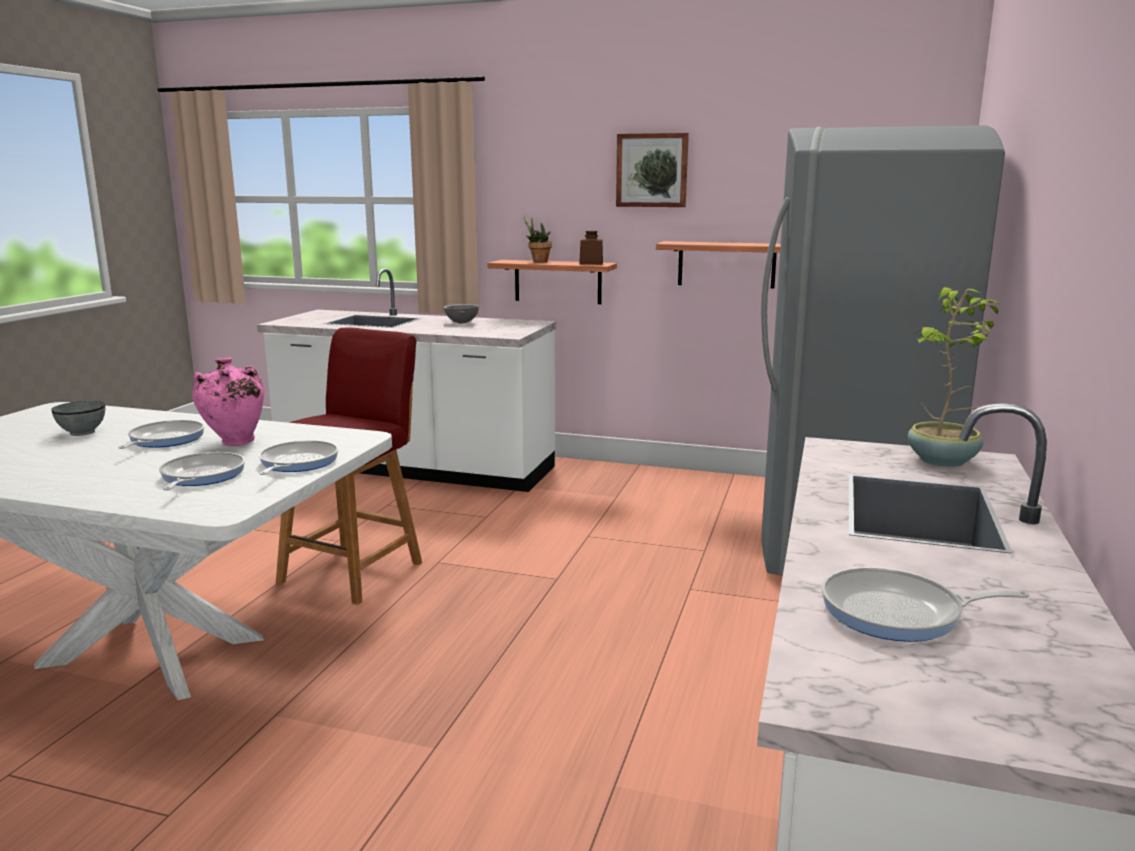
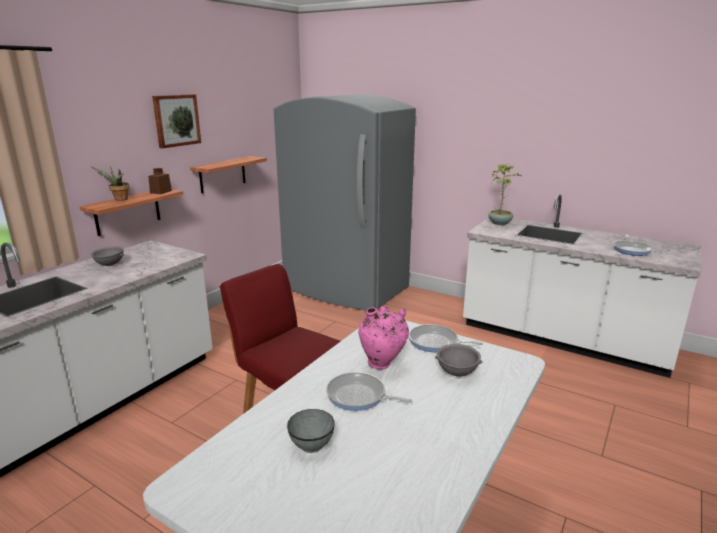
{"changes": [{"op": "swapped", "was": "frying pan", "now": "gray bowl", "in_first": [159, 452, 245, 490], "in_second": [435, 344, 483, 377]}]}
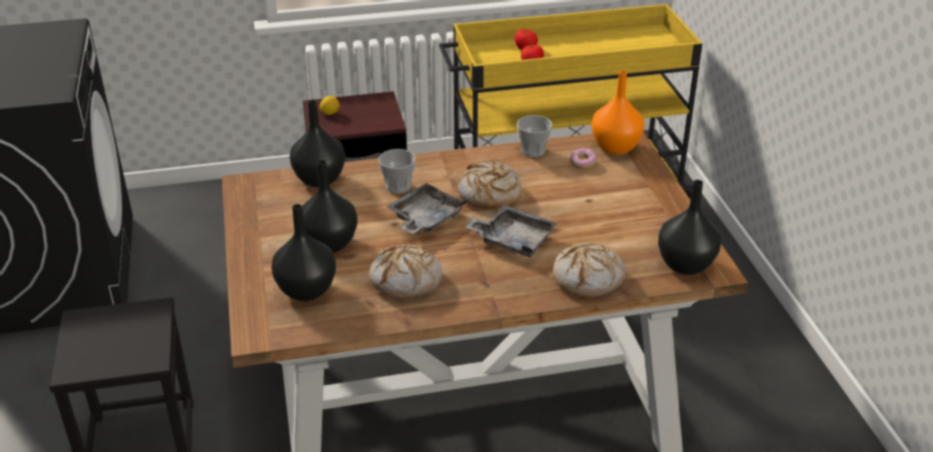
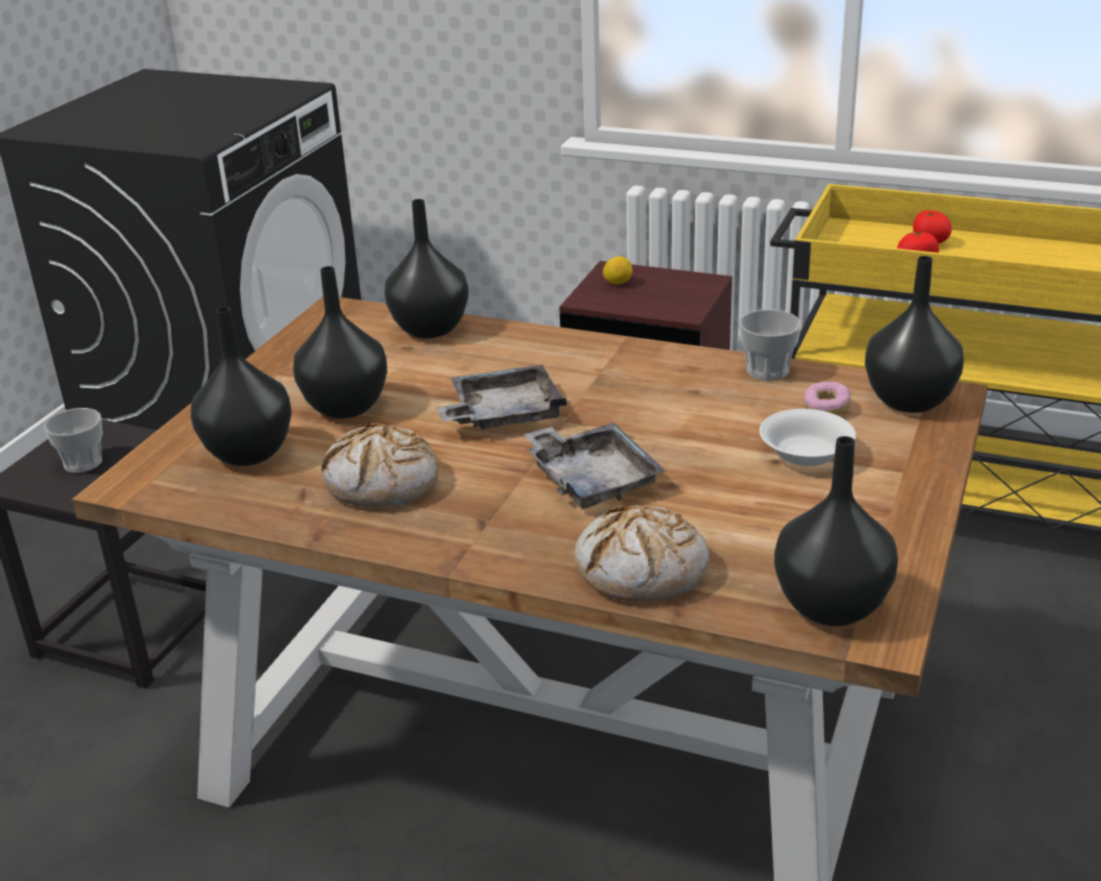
{"changes": [{"op": "shifted", "was": "small cup", "in_first": [378, 149, 416, 193], "in_second": [44, 408, 103, 473]}, {"op": "gone", "was": "bread", "in_first": [458, 160, 522, 209]}, {"op": "repainted", "was": "orange-coloured decorative vase", "now": "black-coloured decorative vase", "in_first": [591, 70, 644, 155], "in_second": [865, 256, 964, 413]}, {"op": "new", "now": "white-coloured bowl", "in_second": [759, 409, 856, 466]}]}
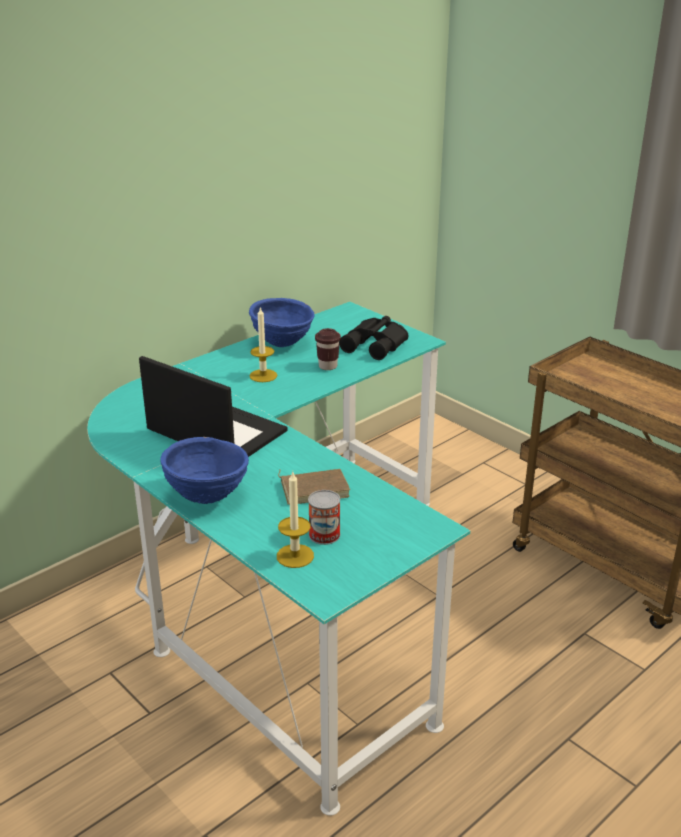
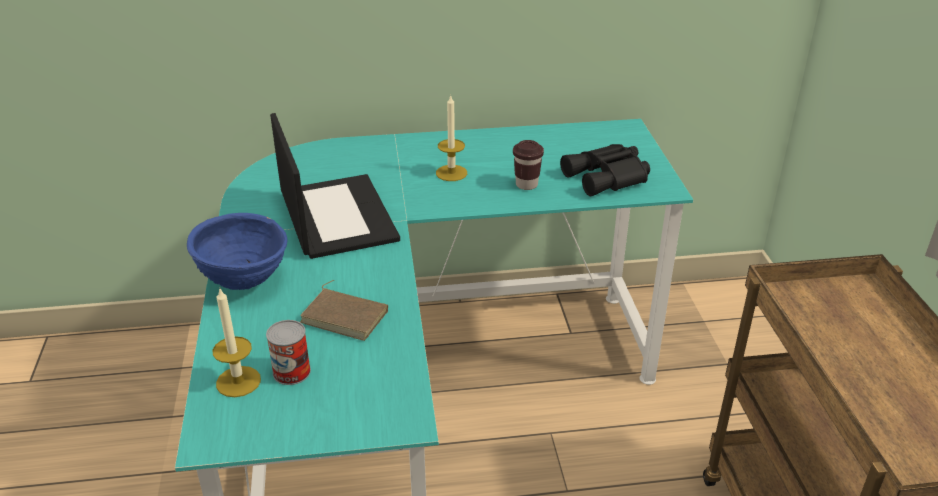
{"changes": [{"op": "gone", "was": "bluish bowl", "in_first": [249, 298, 314, 347]}]}
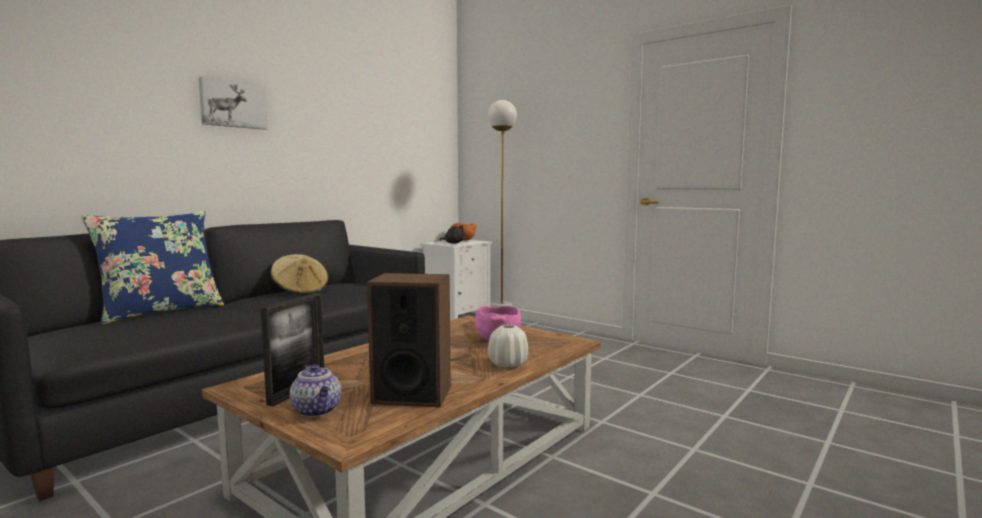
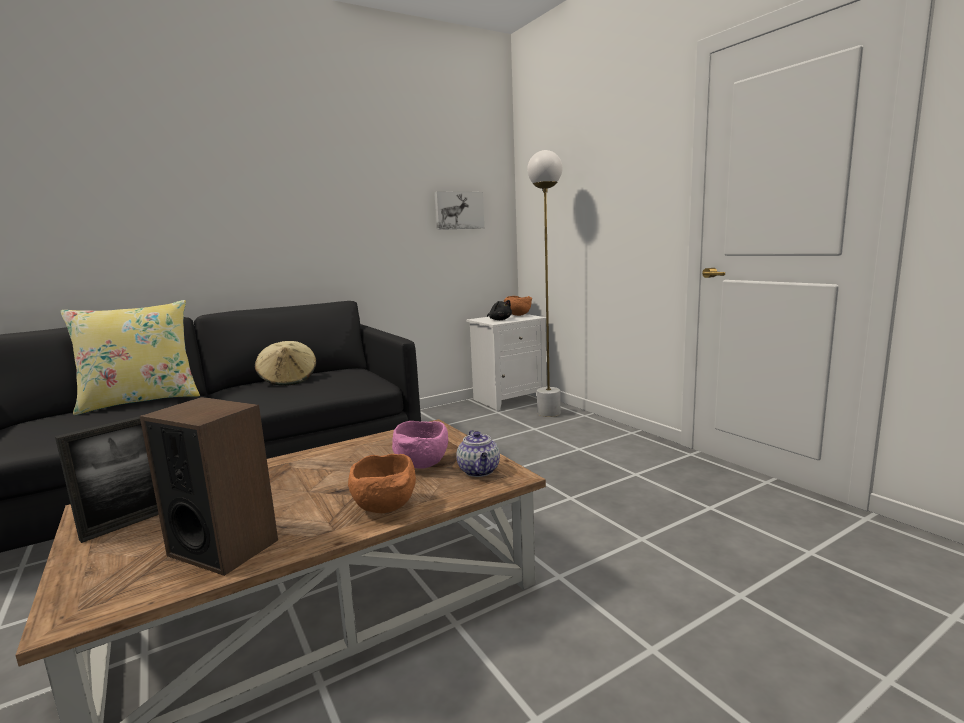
{"changes": [{"op": "repainted", "was": "bluish throw pillow", "now": "yellow-coloured throw pillow", "in_first": [81, 211, 225, 325], "in_second": [61, 300, 200, 415]}, {"op": "shifted", "was": "picture", "in_first": [199, 77, 268, 130], "in_second": [434, 191, 484, 230]}, {"op": "shifted", "was": "tea pot", "in_first": [290, 364, 341, 417], "in_second": [457, 430, 500, 477]}, {"op": "swapped", "was": "white-coloured decorative vase", "now": "orange-coloured bowl", "in_first": [488, 325, 528, 368], "in_second": [348, 454, 416, 513]}]}
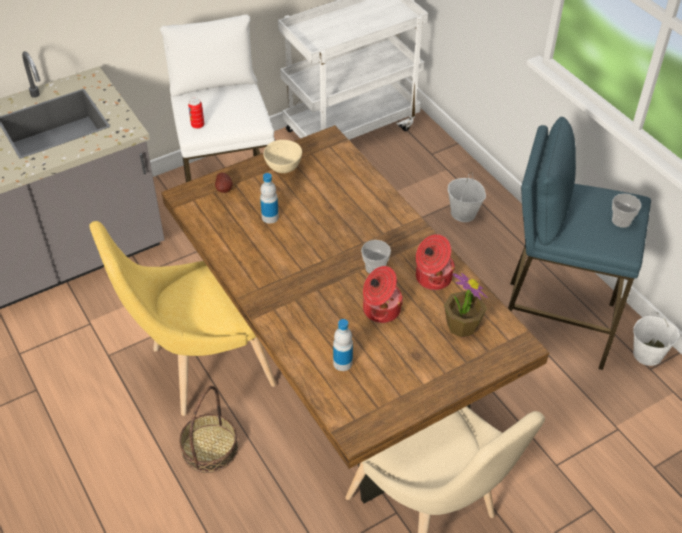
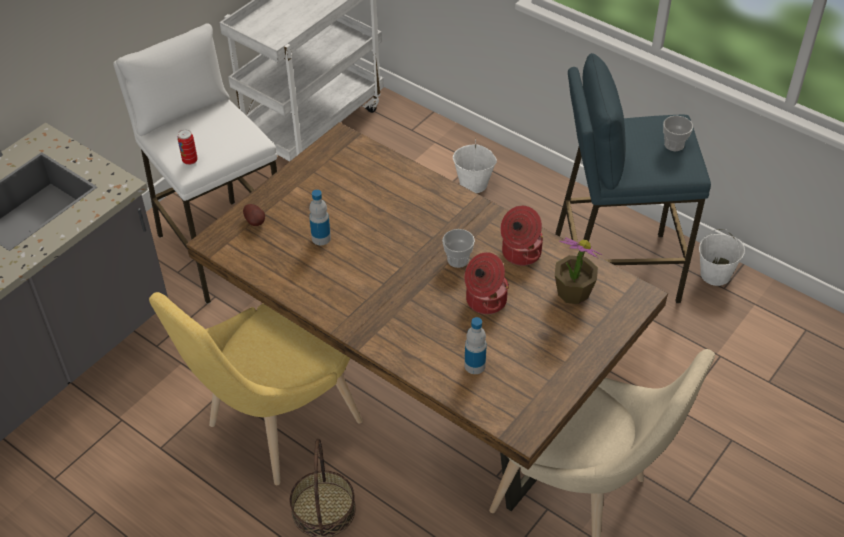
{"changes": [{"op": "gone", "was": "beige bowl", "in_first": [263, 140, 302, 173]}]}
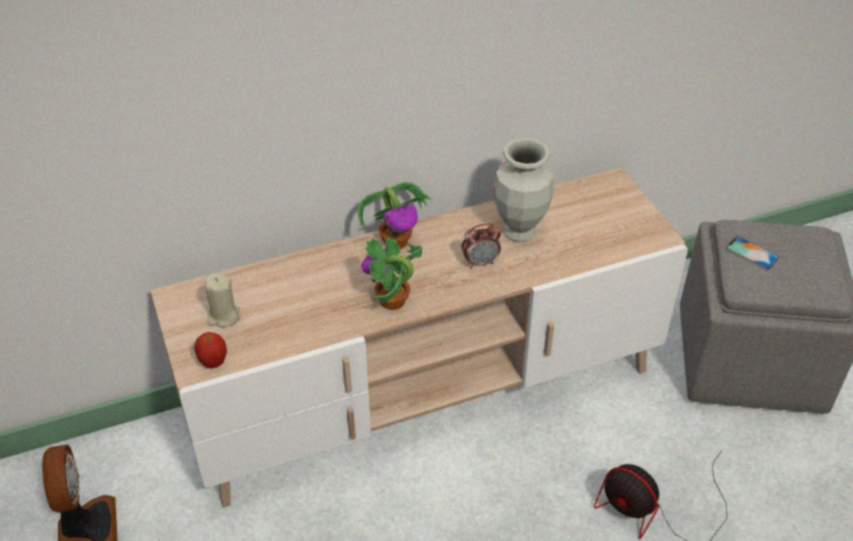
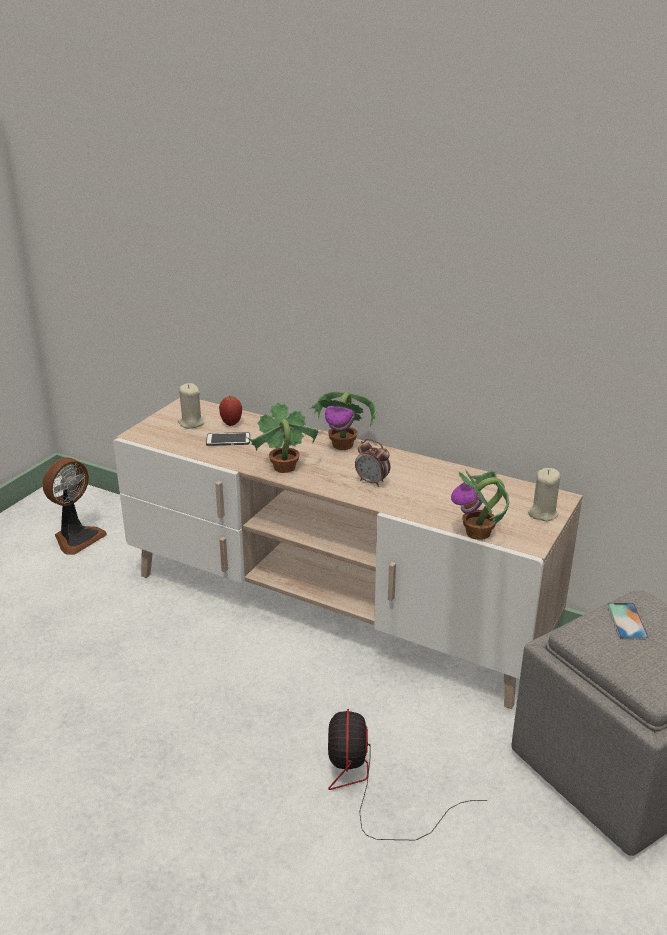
{"changes": [{"op": "shifted", "was": "apple", "in_first": [194, 332, 227, 368], "in_second": [219, 397, 242, 426]}, {"op": "gone", "was": "decorative vase", "in_first": [493, 138, 554, 242]}, {"op": "new", "now": "telephone", "in_second": [206, 432, 250, 446]}, {"op": "new", "now": "potted plant", "in_second": [451, 469, 509, 540]}, {"op": "new", "now": "beige candle", "in_second": [528, 468, 561, 521]}]}
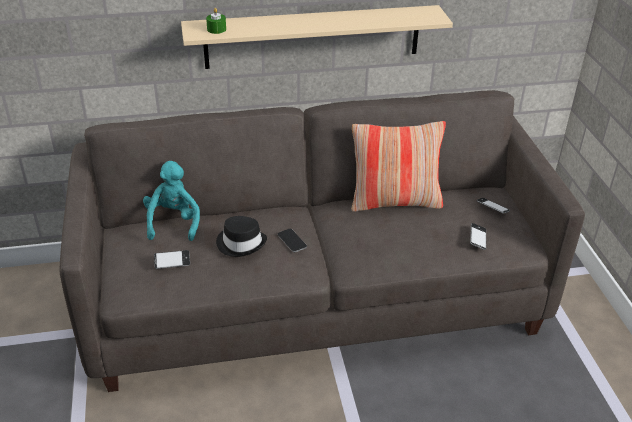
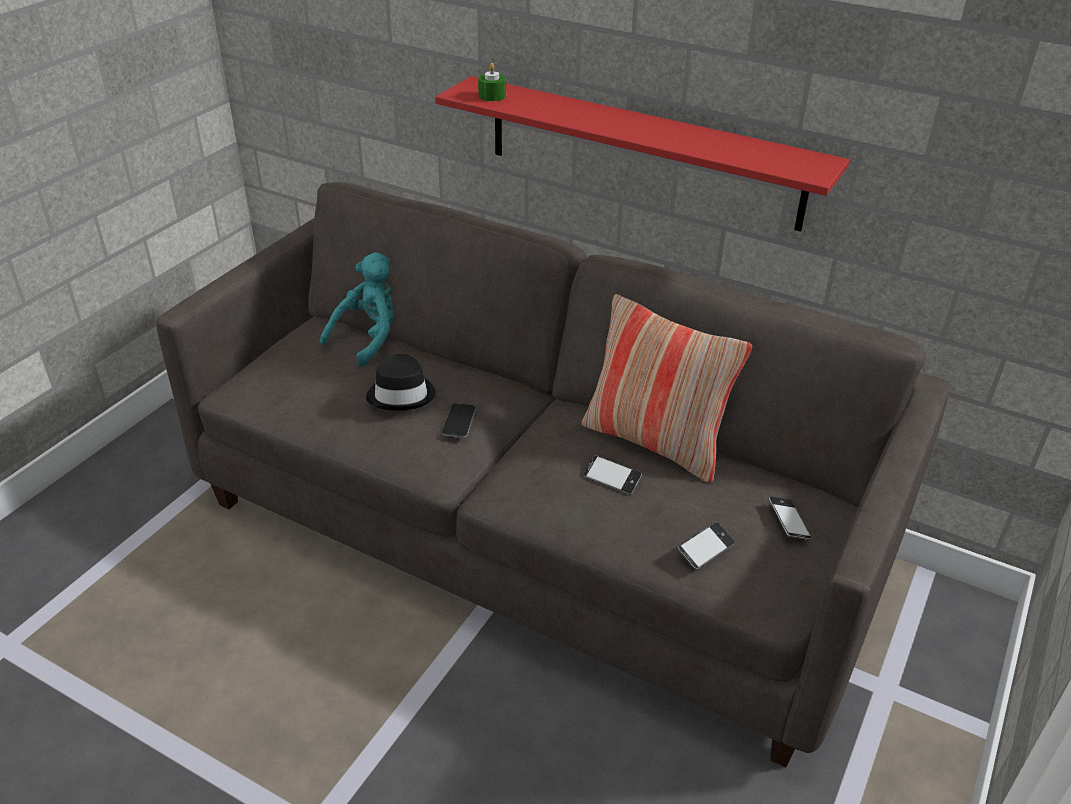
{"changes": [{"op": "shifted", "was": "telephone", "in_first": [154, 250, 190, 269], "in_second": [584, 455, 642, 495]}, {"op": "repainted", "was": "beige bracket shelf", "now": "red bracket shelf", "in_first": [181, 5, 453, 69], "in_second": [435, 76, 850, 232]}]}
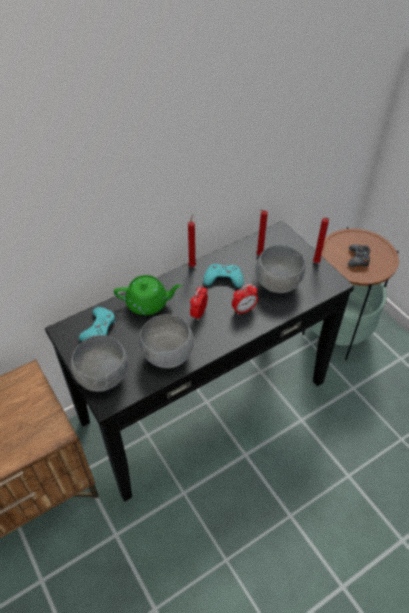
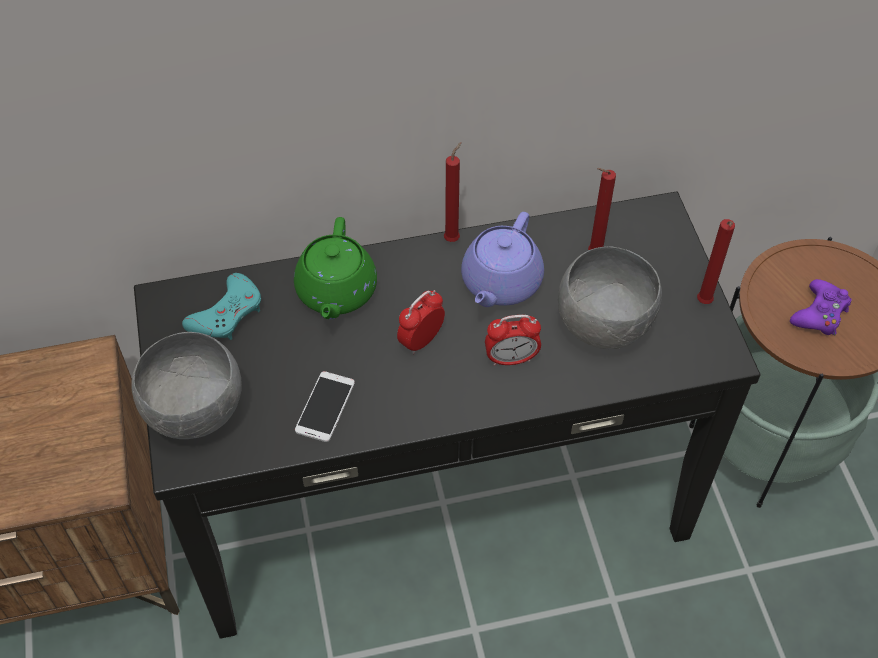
{"changes": [{"op": "rotated", "was": "green-coloured tea pot", "in_first": [114, 275, 182, 315], "in_second": [294, 217, 377, 319], "clockwise": 75}, {"op": "swapped", "was": "gray bowl", "now": "telephone", "in_first": [139, 314, 194, 368], "in_second": [295, 371, 355, 442]}, {"op": "swapped", "was": "turquoise-coloured game controller", "now": "purple tea pot", "in_first": [203, 264, 244, 288], "in_second": [461, 212, 544, 307]}, {"op": "repainted", "was": "black-coloured game controller", "now": "purple game controller", "in_first": [348, 244, 370, 267], "in_second": [790, 279, 851, 335]}]}
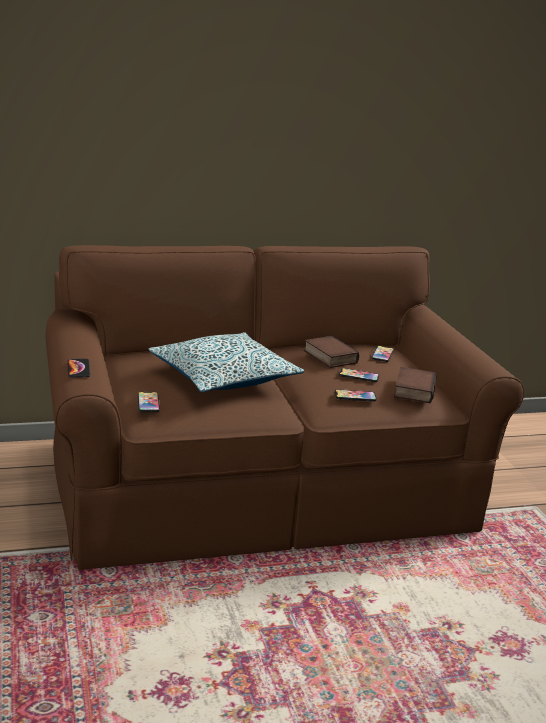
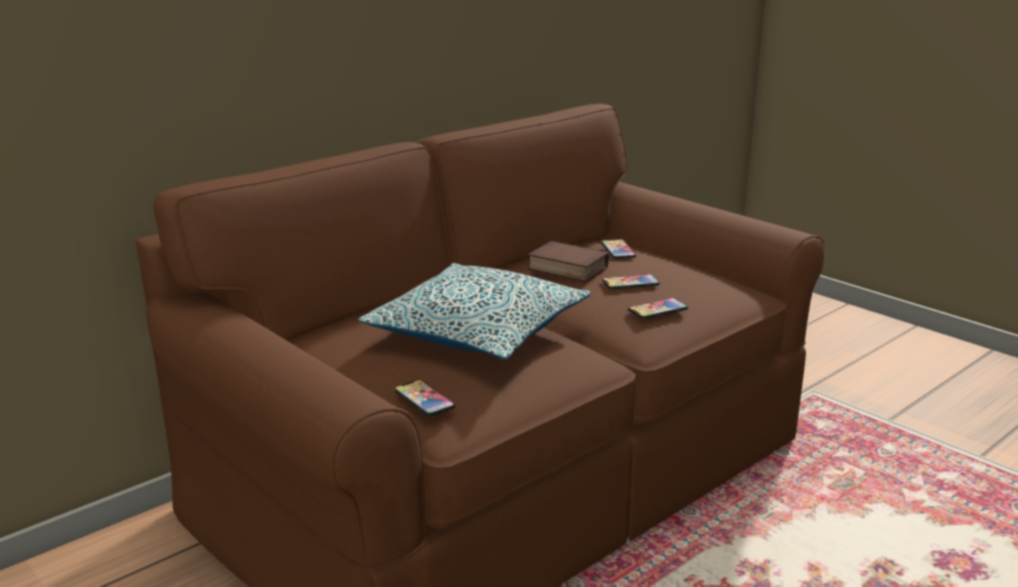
{"changes": [{"op": "gone", "was": "telephone", "in_first": [67, 359, 90, 378]}, {"op": "gone", "was": "book", "in_first": [394, 367, 437, 403]}]}
